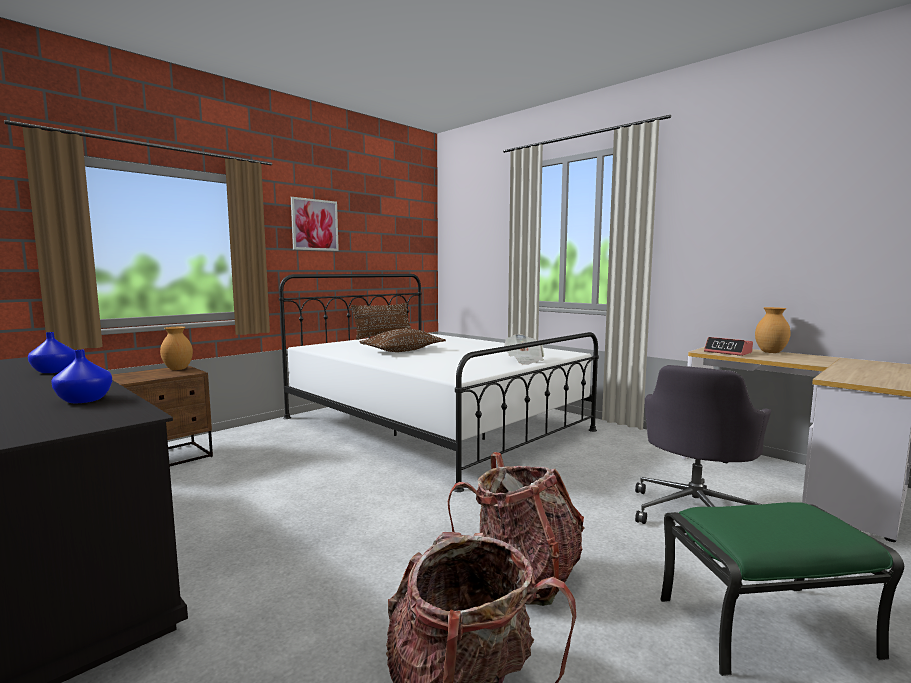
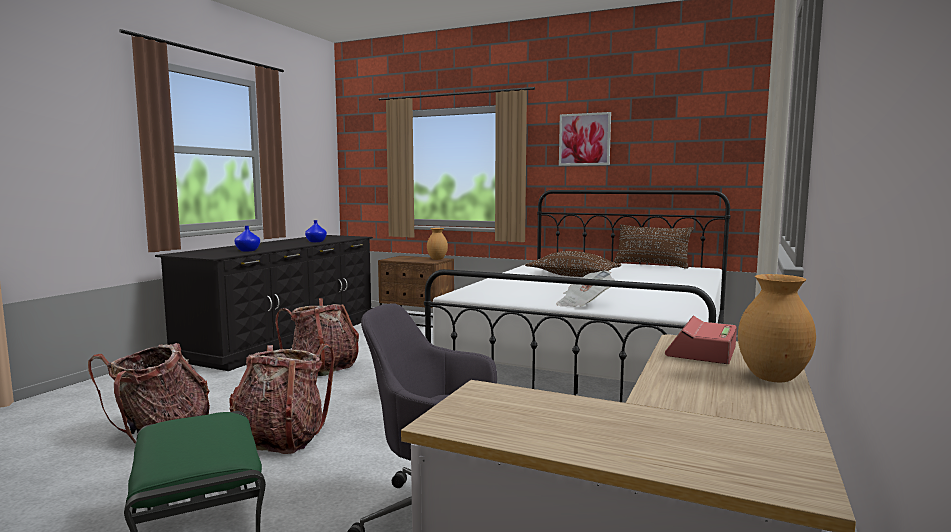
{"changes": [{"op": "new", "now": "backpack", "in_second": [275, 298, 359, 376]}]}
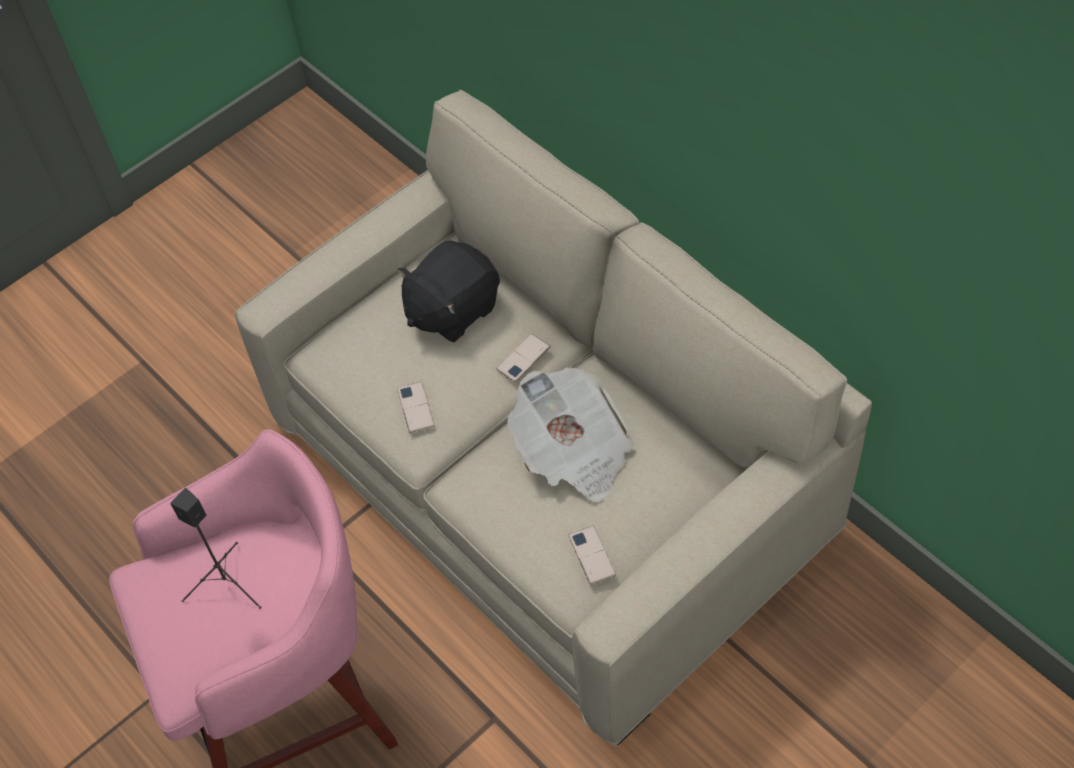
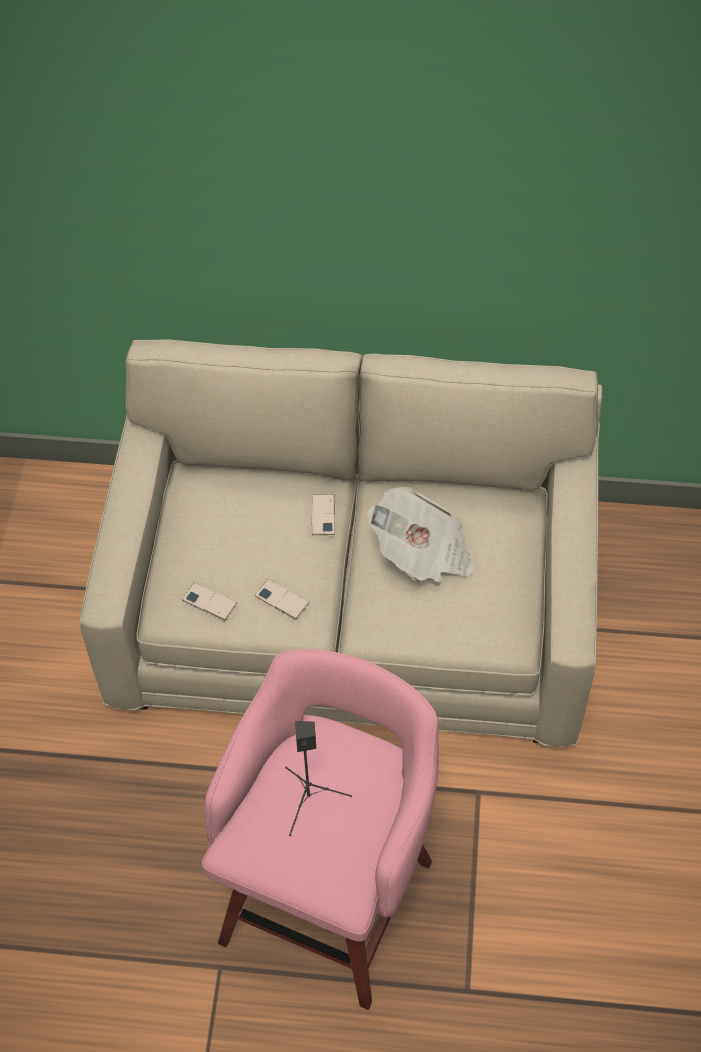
{"changes": [{"op": "gone", "was": "black-coloured cuddly toy", "in_first": [398, 241, 500, 342]}, {"op": "shifted", "was": "telephone", "in_first": [569, 526, 616, 585], "in_second": [182, 582, 237, 621]}]}
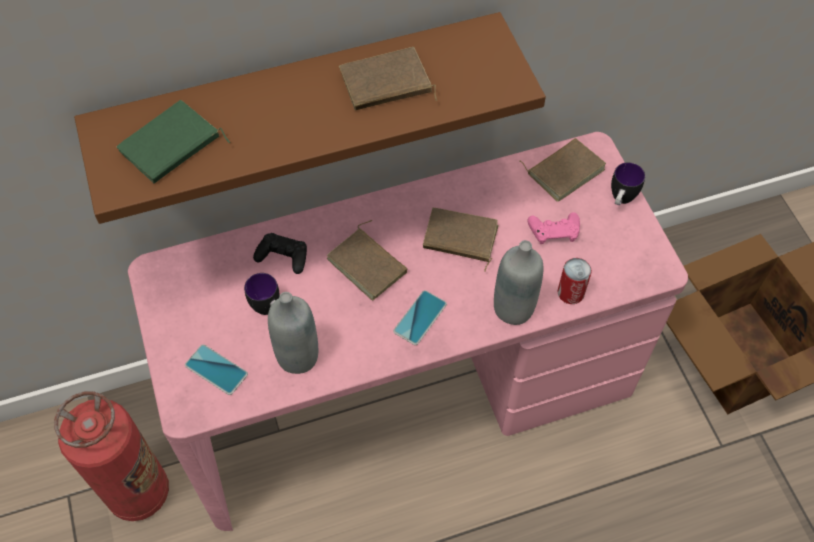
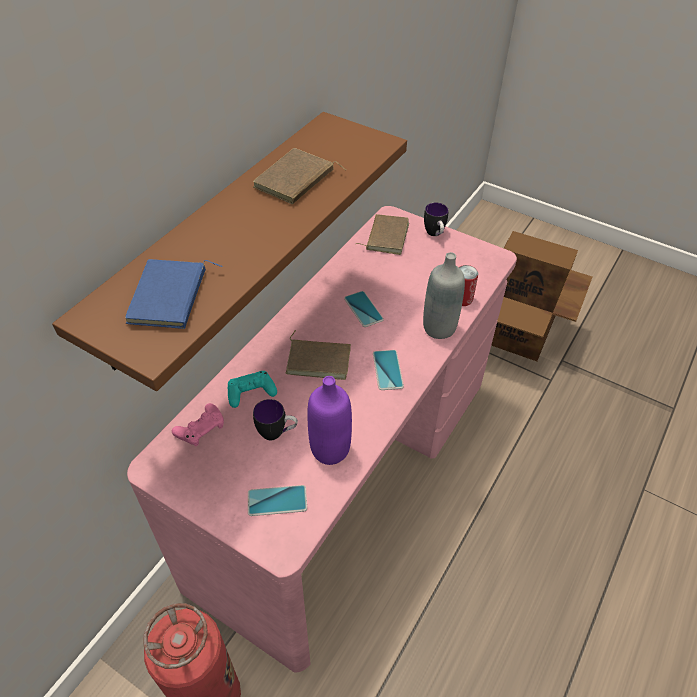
{"changes": [{"op": "repainted", "was": "green-coloured book", "now": "bluish book", "in_first": [117, 100, 230, 183], "in_second": [125, 259, 223, 329]}, {"op": "repainted", "was": "black-coloured game controller", "now": "turquoise-coloured game controller", "in_first": [253, 233, 307, 274], "in_second": [228, 371, 277, 408]}, {"op": "repainted", "was": "gray drink bottle", "now": "purple drink bottle", "in_first": [268, 292, 318, 374], "in_second": [307, 376, 352, 465]}, {"op": "swapped", "was": "brown book", "now": "telephone", "in_first": [423, 208, 499, 272], "in_second": [344, 291, 384, 327]}, {"op": "shifted", "was": "pinkish game controller", "in_first": [528, 212, 580, 244], "in_second": [172, 403, 224, 446]}]}
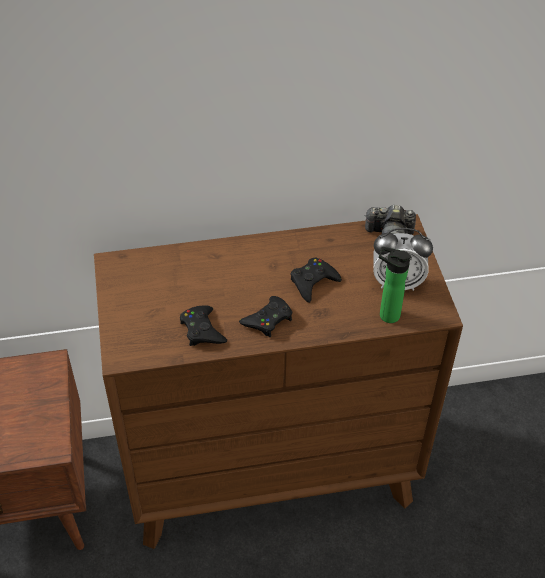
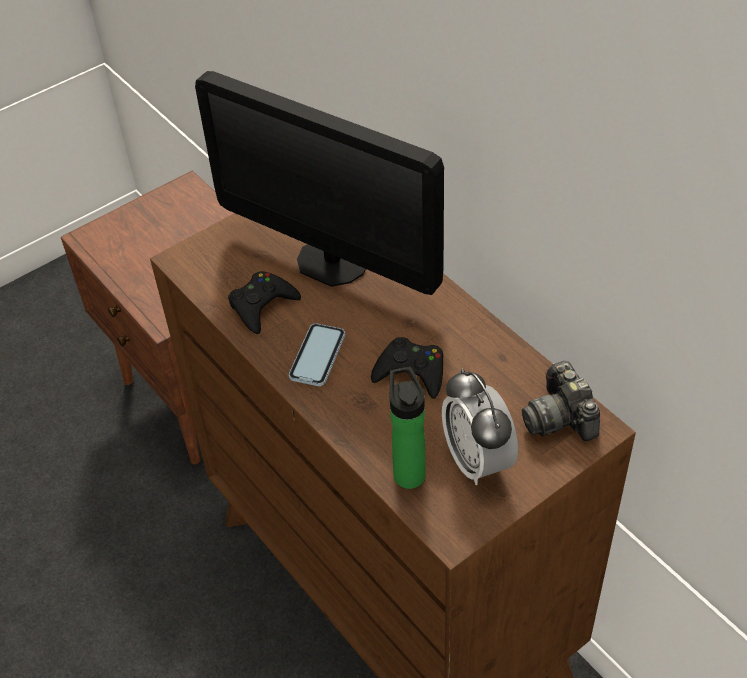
{"changes": [{"op": "swapped", "was": "black-coloured game controller", "now": "telephone", "in_first": [239, 296, 292, 337], "in_second": [289, 323, 345, 386]}, {"op": "new", "now": "monitor", "in_second": [195, 71, 444, 295]}]}
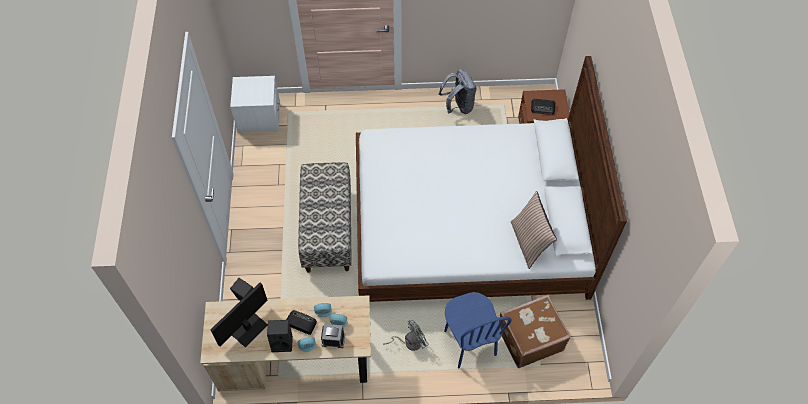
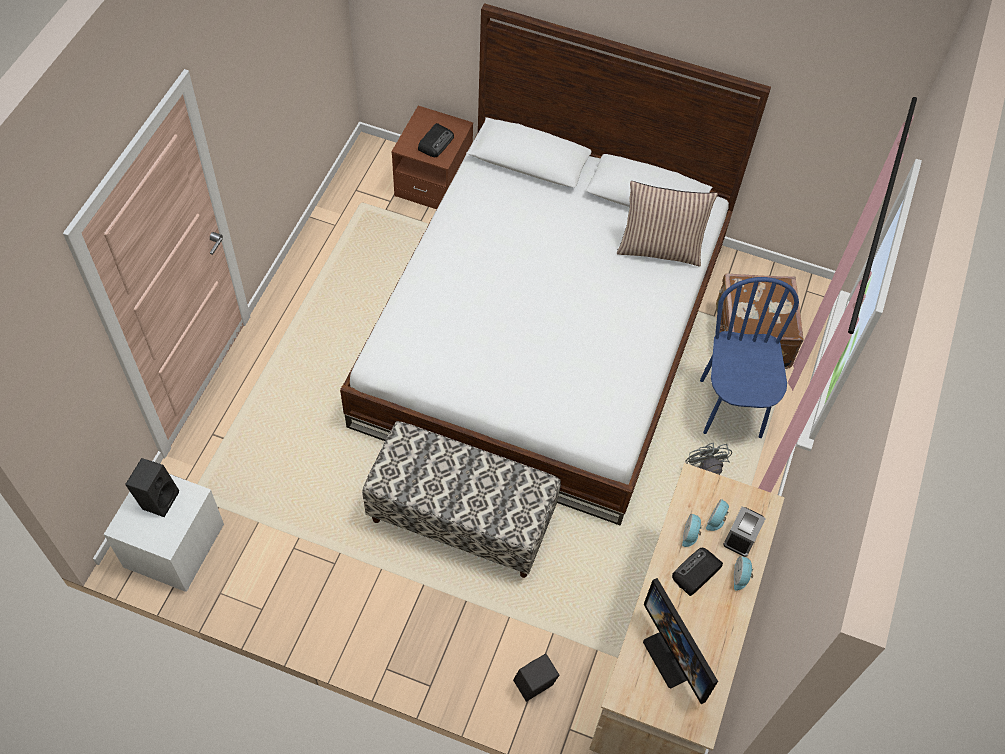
{"changes": [{"op": "shifted", "was": "black-coloured speaker", "in_first": [267, 320, 293, 352], "in_second": [125, 458, 179, 517]}, {"op": "gone", "was": "gray backpack", "in_first": [439, 69, 477, 114]}, {"op": "rotated", "was": "bluish upright chair", "in_first": [444, 292, 512, 368], "in_second": [700, 277, 799, 438], "clockwise": -90}]}
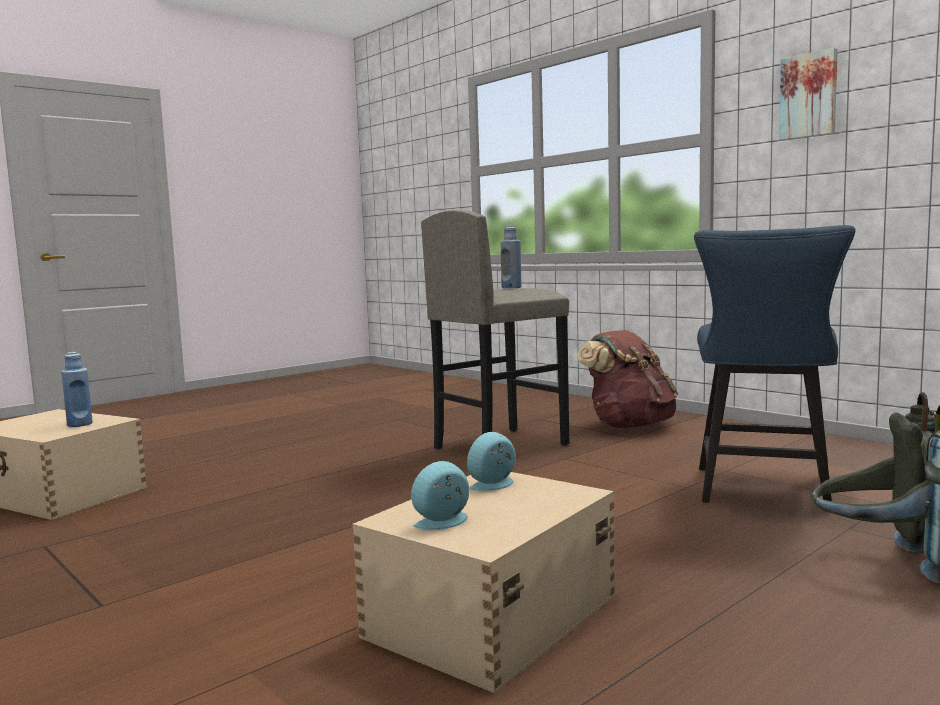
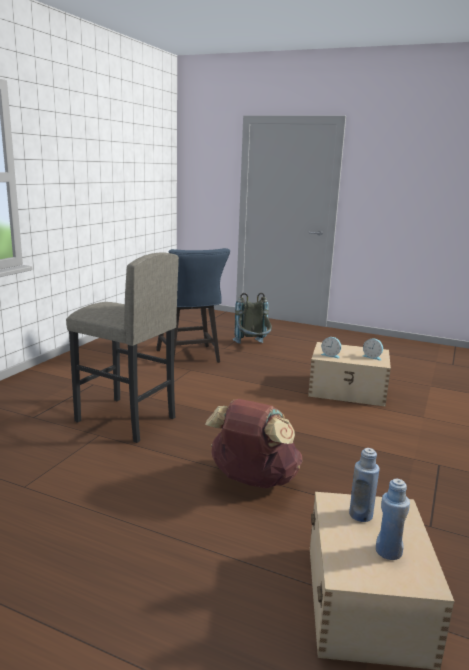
{"changes": [{"op": "shifted", "was": "bluish drink bottle", "in_first": [501, 226, 521, 288], "in_second": [376, 479, 410, 560]}, {"op": "shifted", "was": "brown backpack", "in_first": [576, 330, 678, 428], "in_second": [205, 399, 303, 488]}, {"op": "rotated", "was": "bluish upright chair", "in_first": [694, 225, 856, 512], "in_second": [156, 248, 230, 363], "clockwise": 75}, {"op": "gone", "was": "picture", "in_first": [779, 48, 838, 140]}]}
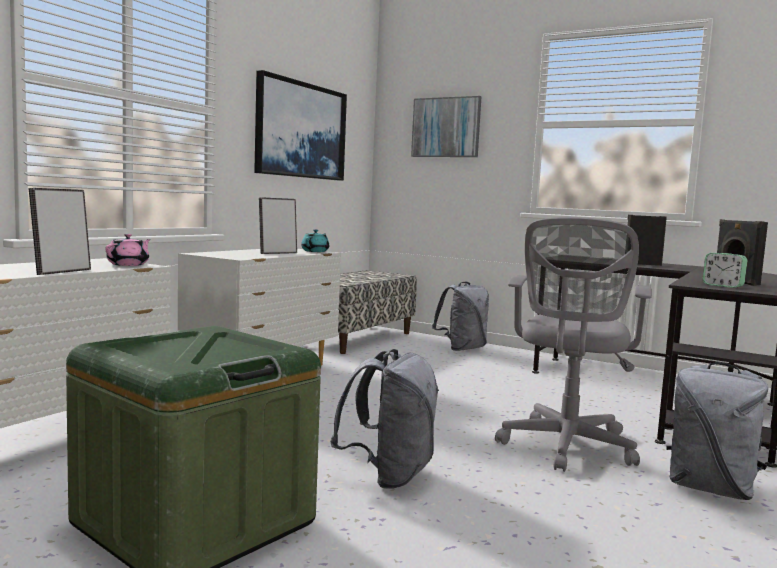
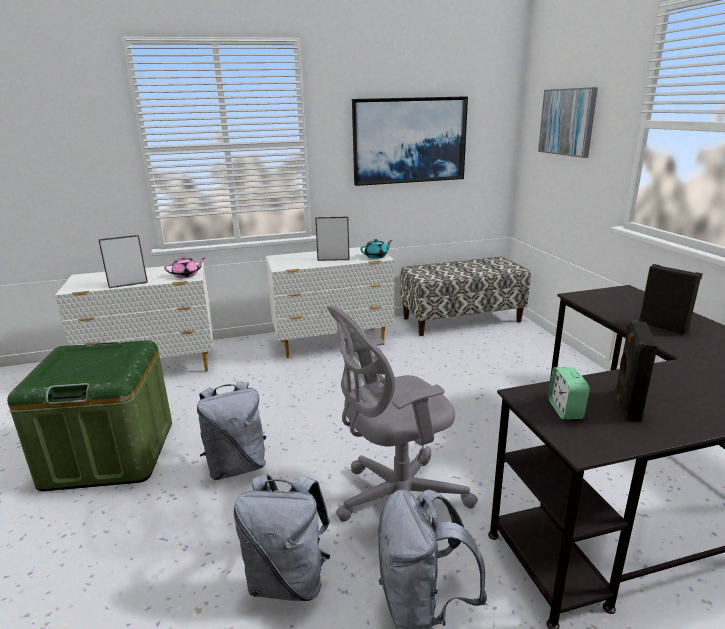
{"changes": [{"op": "shifted", "was": "gray backpack", "in_first": [432, 282, 489, 351], "in_second": [234, 474, 331, 601]}]}
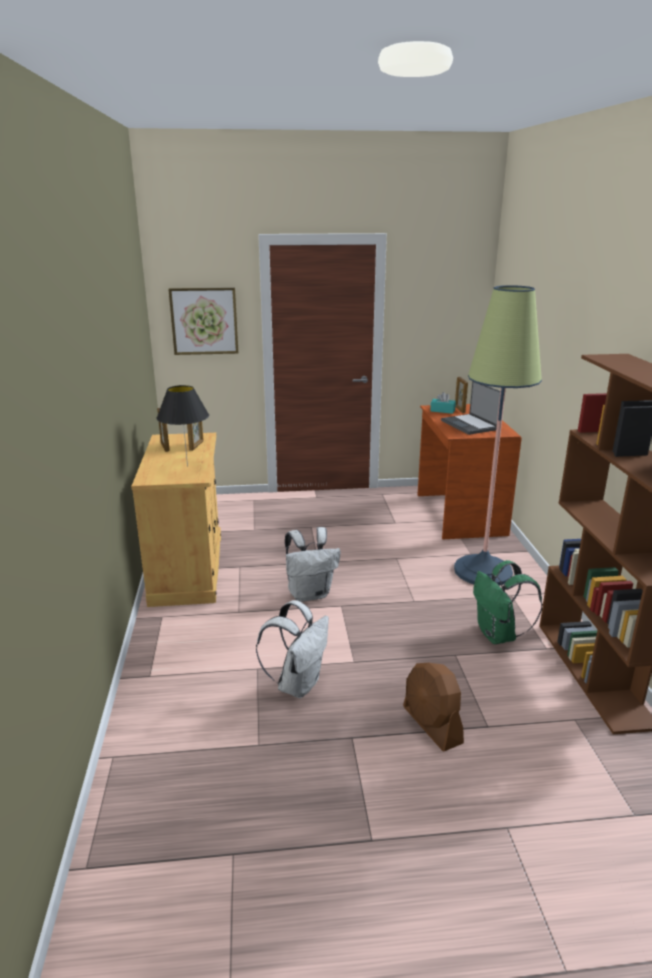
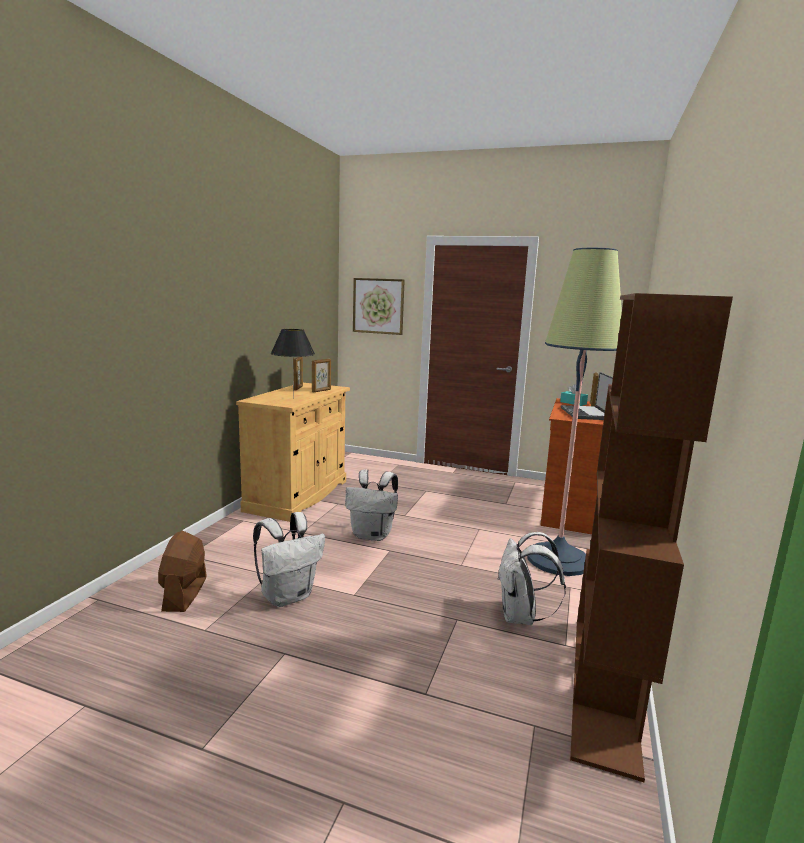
{"changes": [{"op": "shifted", "was": "brown fan", "in_first": [403, 663, 464, 752], "in_second": [158, 530, 207, 612]}, {"op": "repainted", "was": "green-coloured backpack", "now": "white-coloured backpack", "in_first": [473, 560, 543, 644], "in_second": [497, 532, 566, 625]}]}
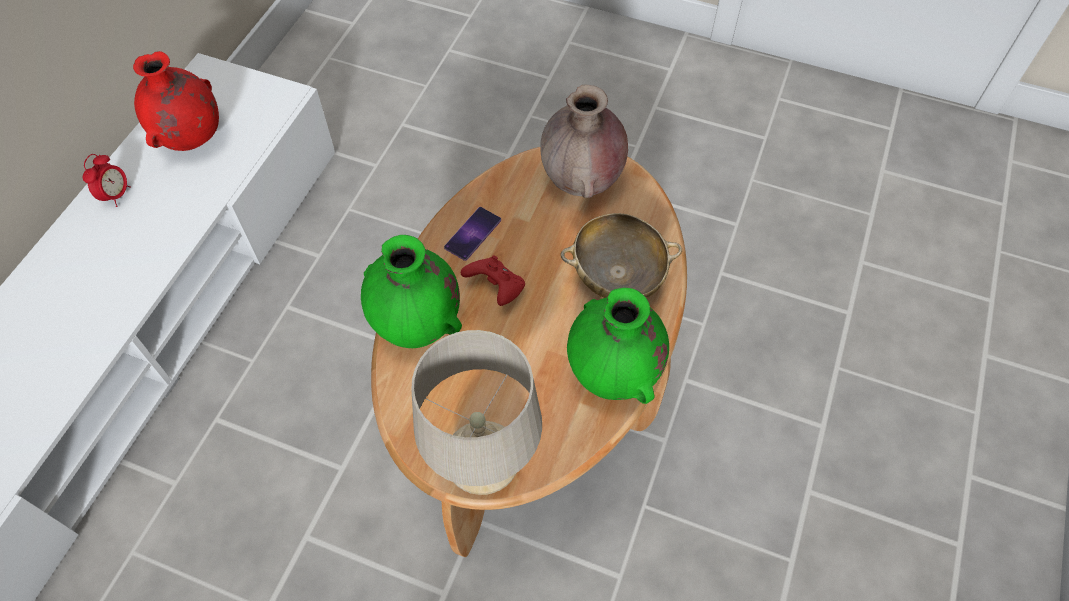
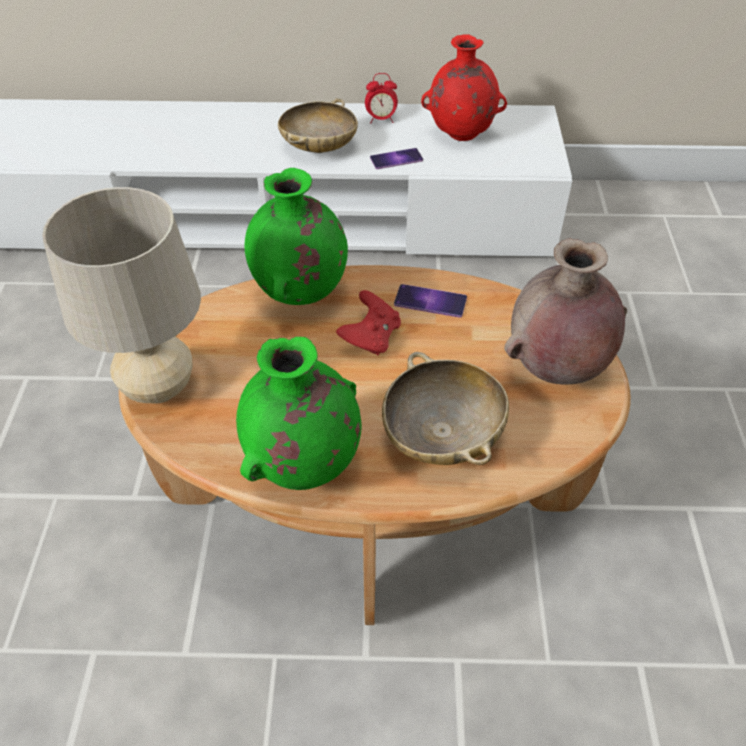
{"changes": [{"op": "new", "now": "beige bowl", "in_second": [278, 98, 358, 153]}, {"op": "new", "now": "telephone", "in_second": [370, 148, 423, 169]}]}
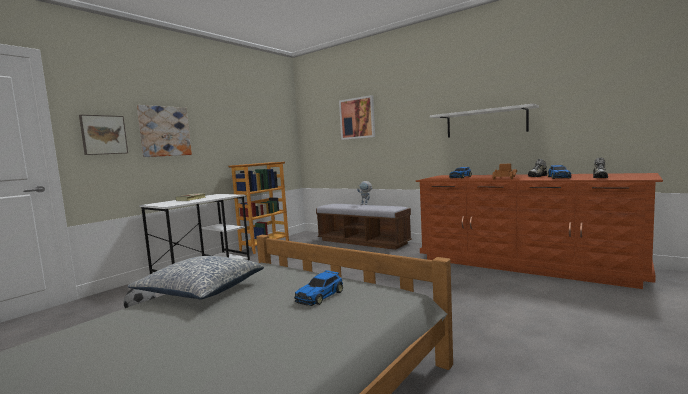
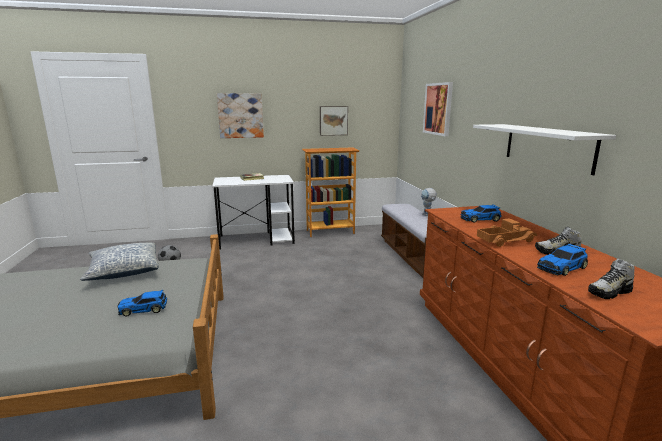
{"changes": [{"op": "shifted", "was": "picture", "in_first": [79, 115, 128, 155], "in_second": [320, 106, 348, 136]}]}
